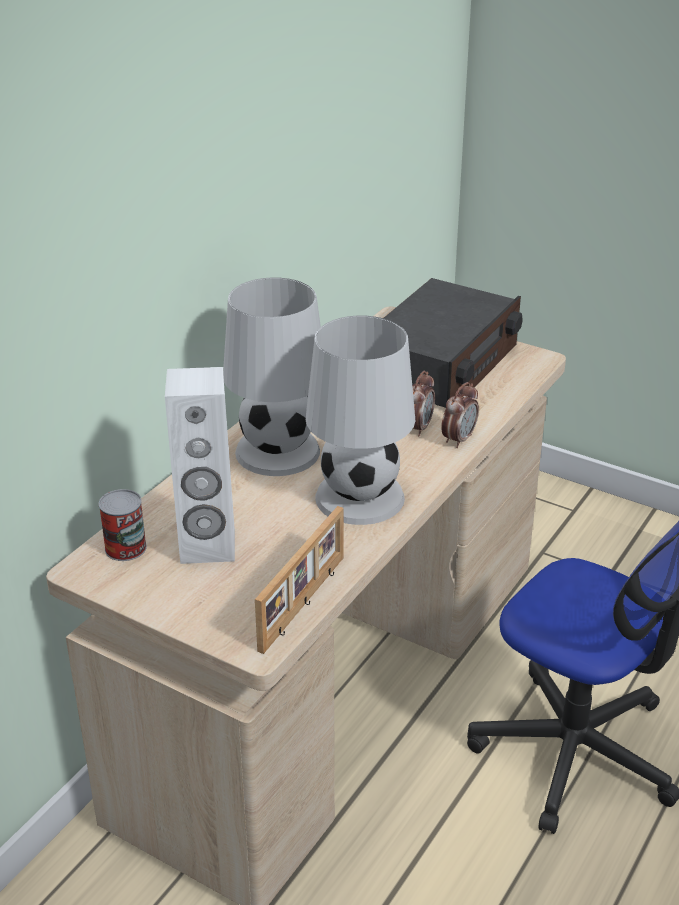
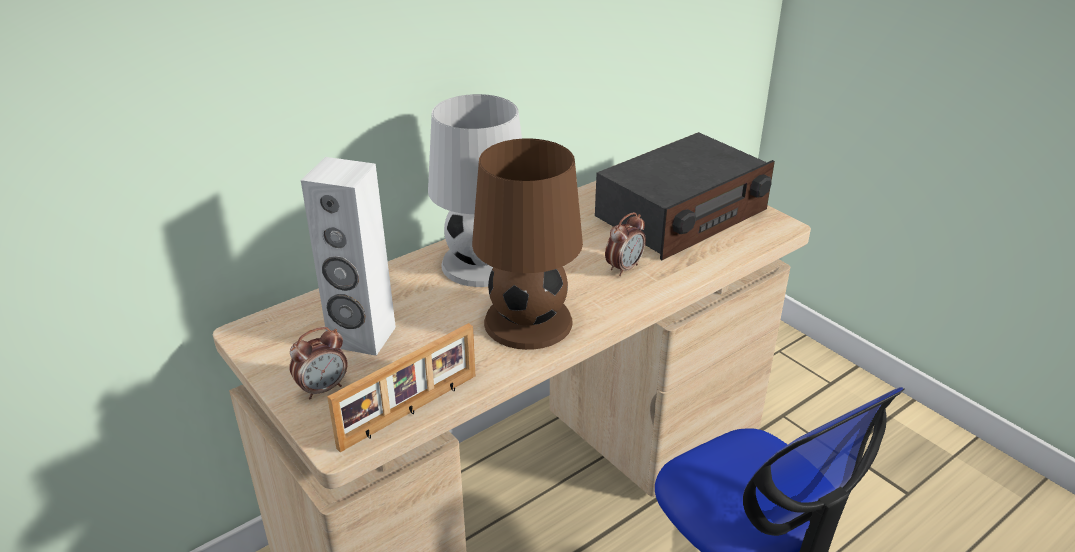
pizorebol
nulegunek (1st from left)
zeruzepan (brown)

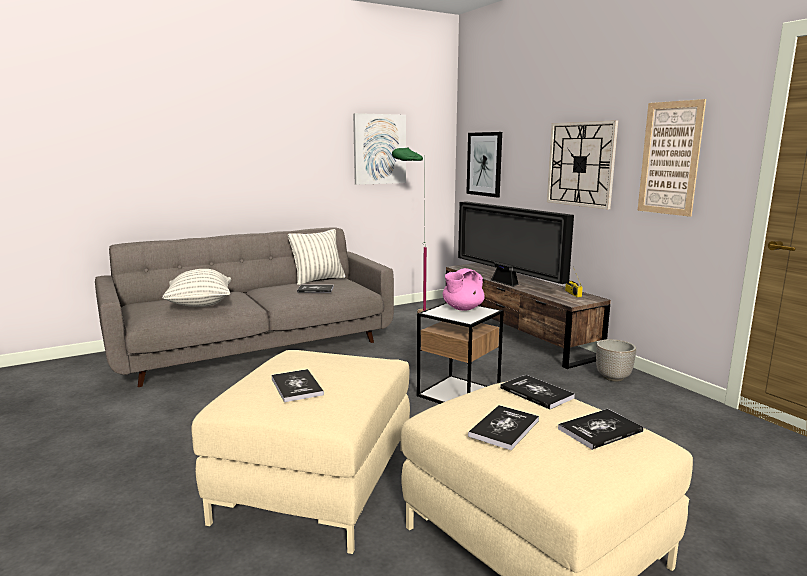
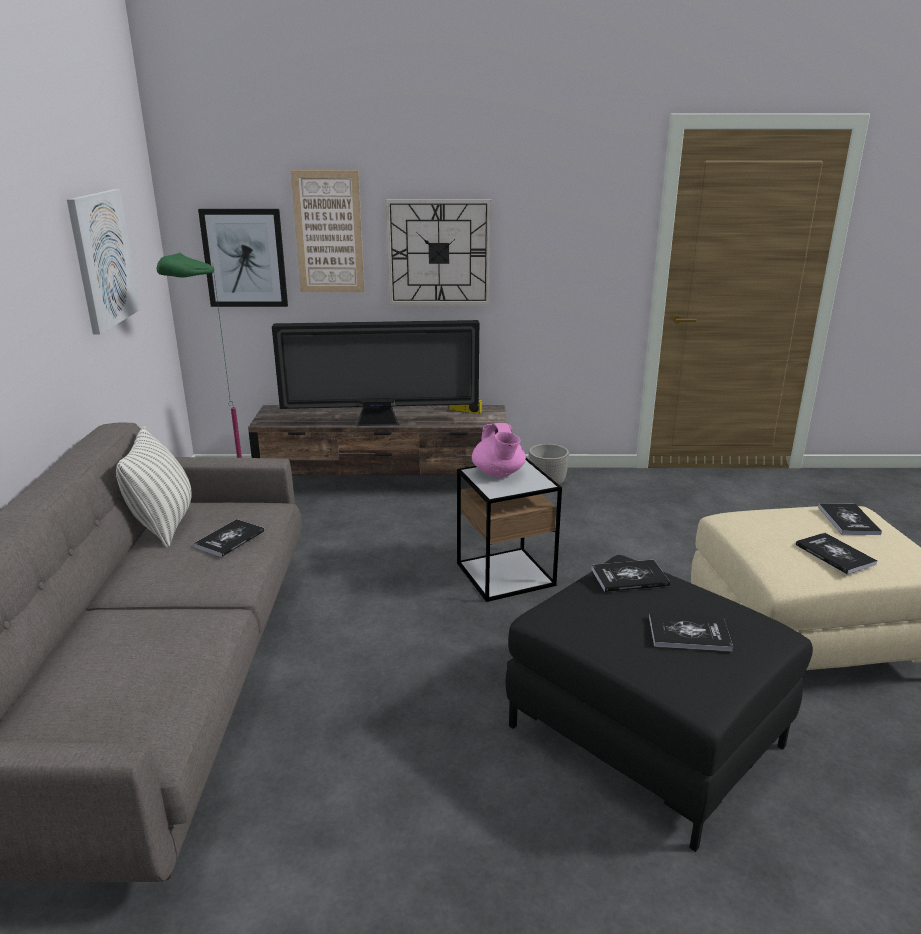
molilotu (1st from left in the first image)
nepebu (2nd from left)
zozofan (3rd from left)
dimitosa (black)

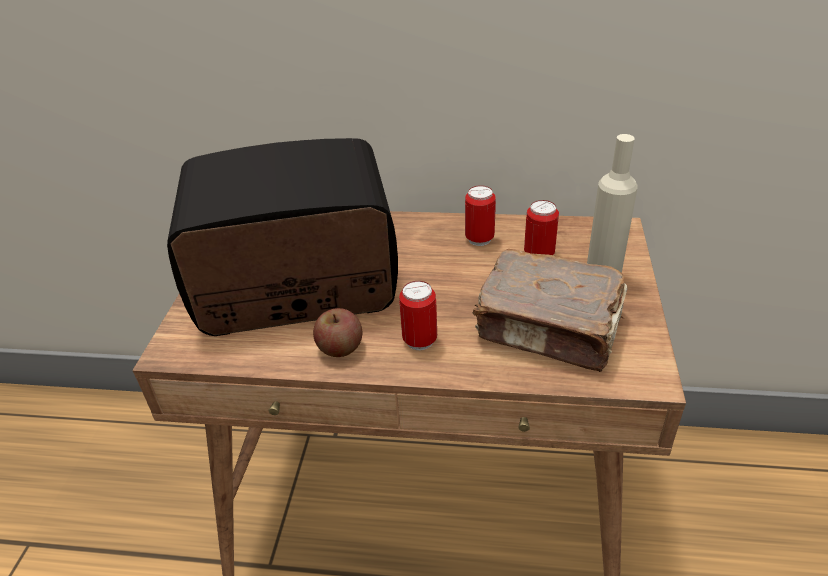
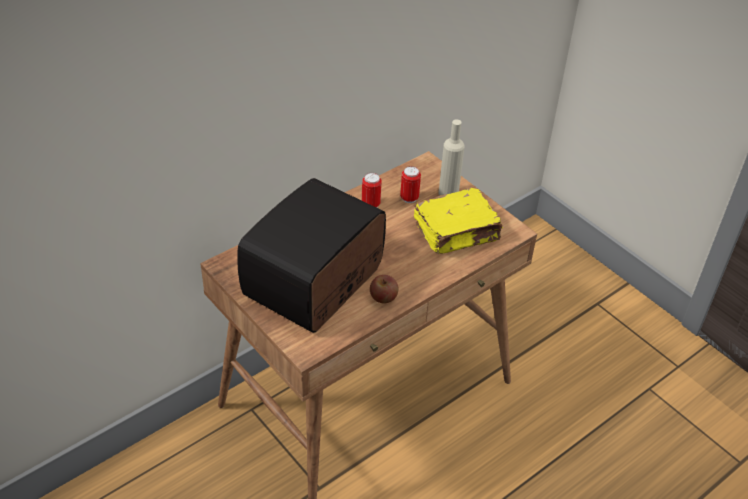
pizorebol (1st from left in the first image)
nepebu (yellow)

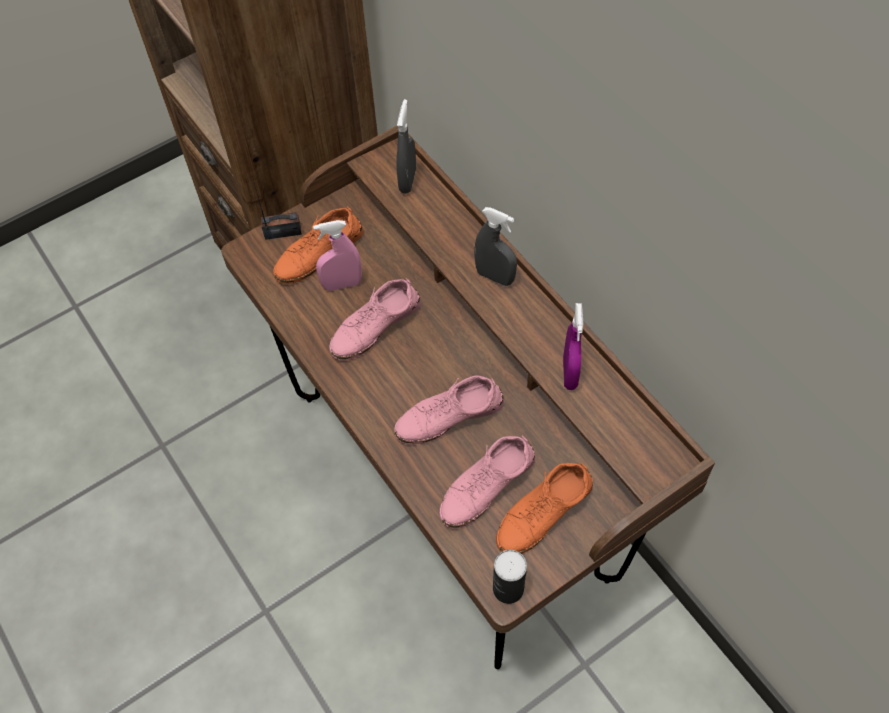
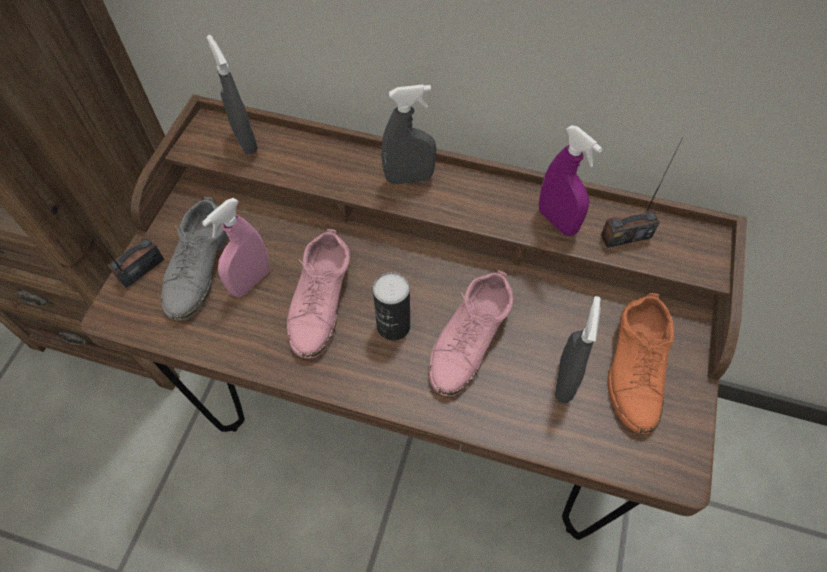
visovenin (2nd from left)
pizorebol
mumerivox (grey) (3rd from left)
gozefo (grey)

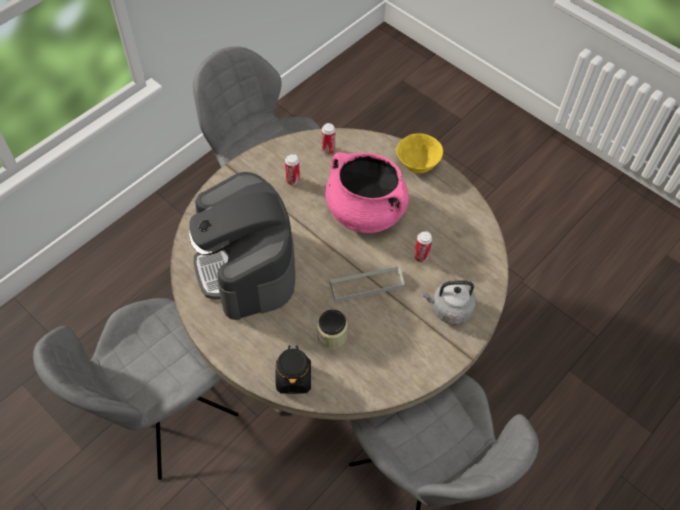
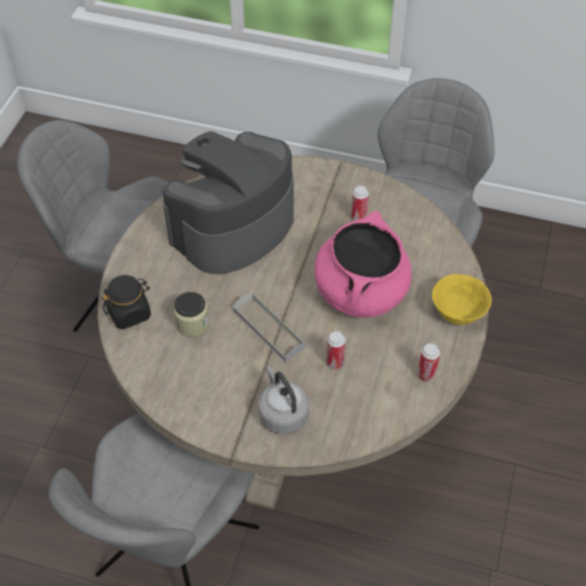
pizorebol (3rd from left)

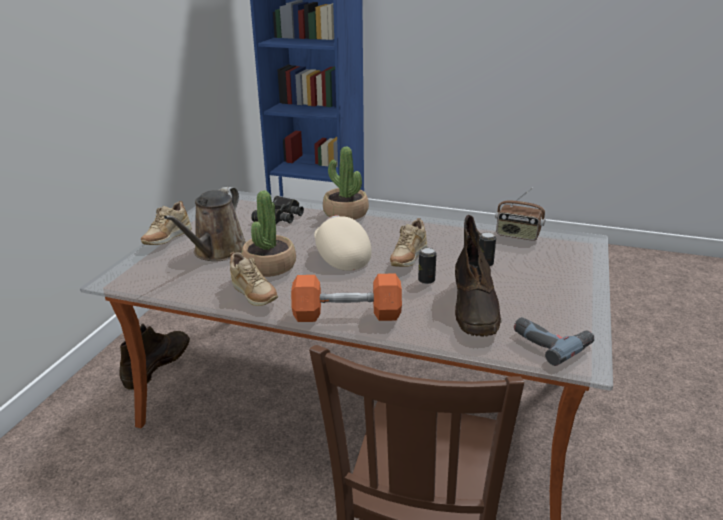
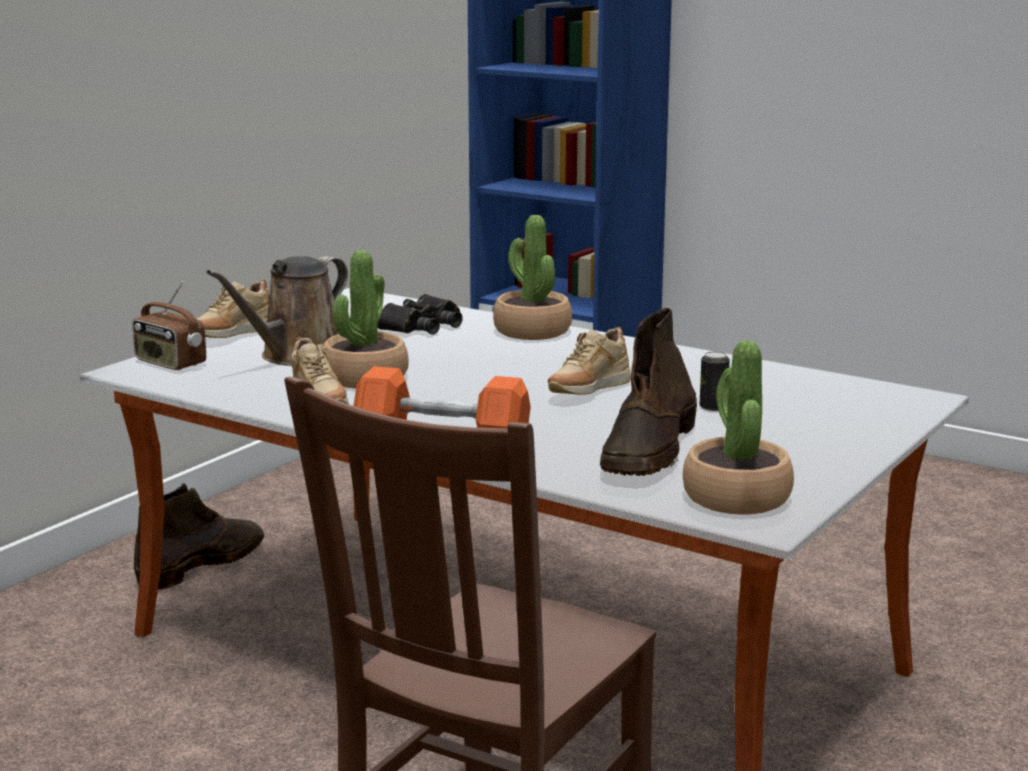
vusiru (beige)
pizorebol (1st from left in the first image)
visovenin
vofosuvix (3rd from left)

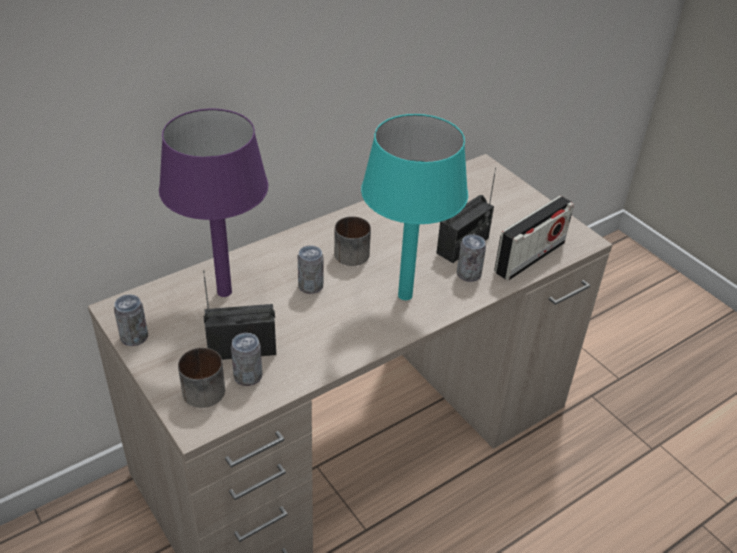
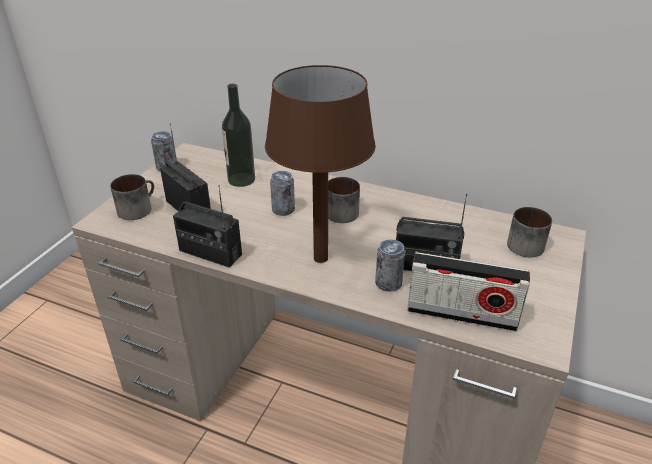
pizorebol (2nd from left in the first image)
visovenin (2nd from left)
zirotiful (3rd from left)
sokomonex
zeruzepan (brown)

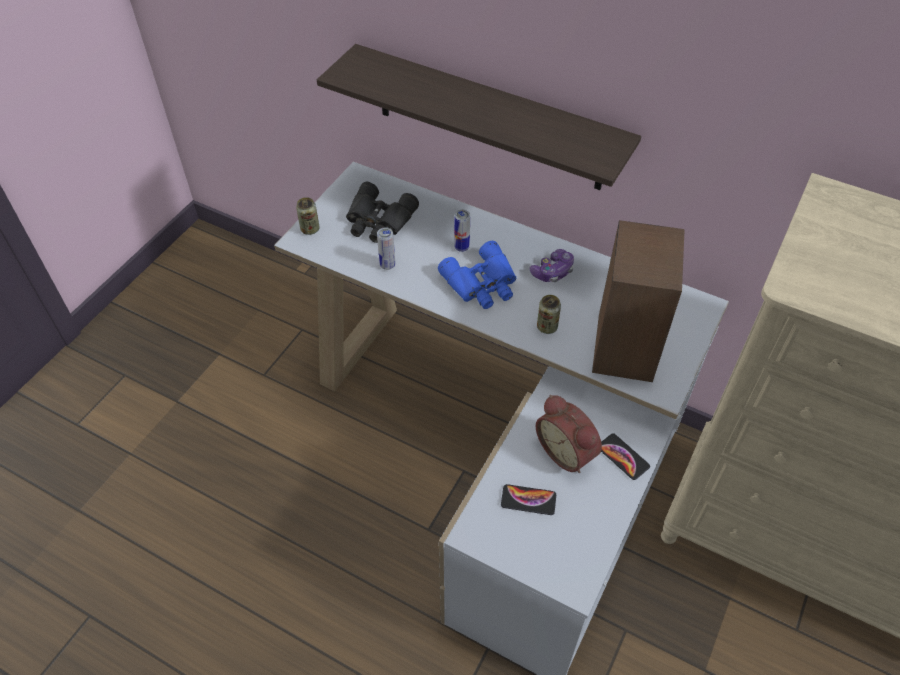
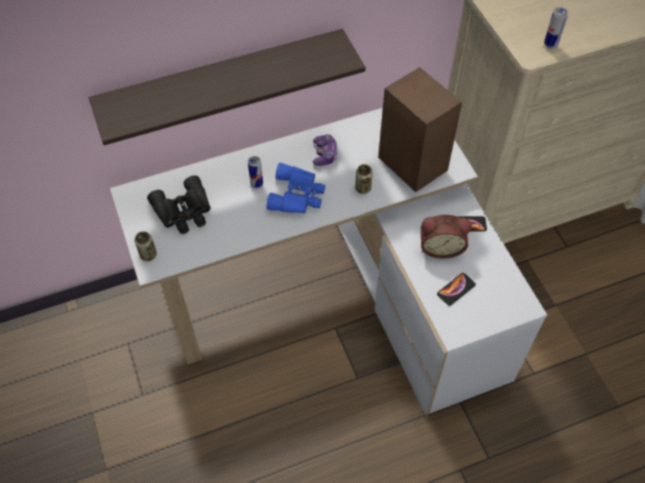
pizorebol (4th from left)

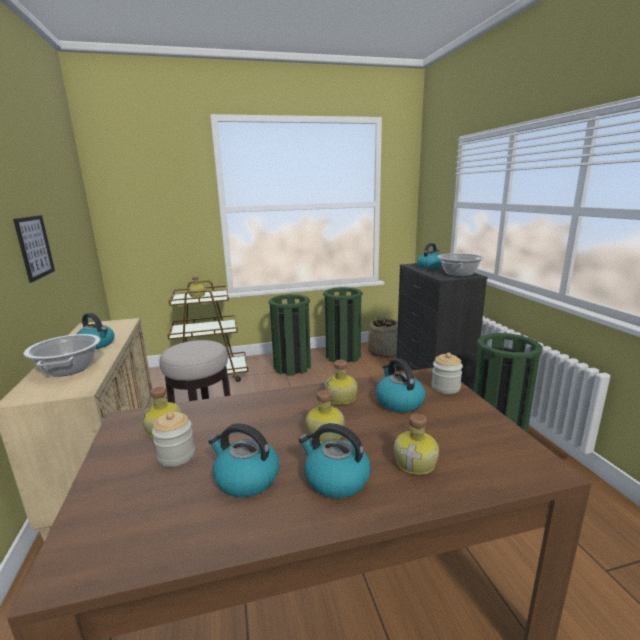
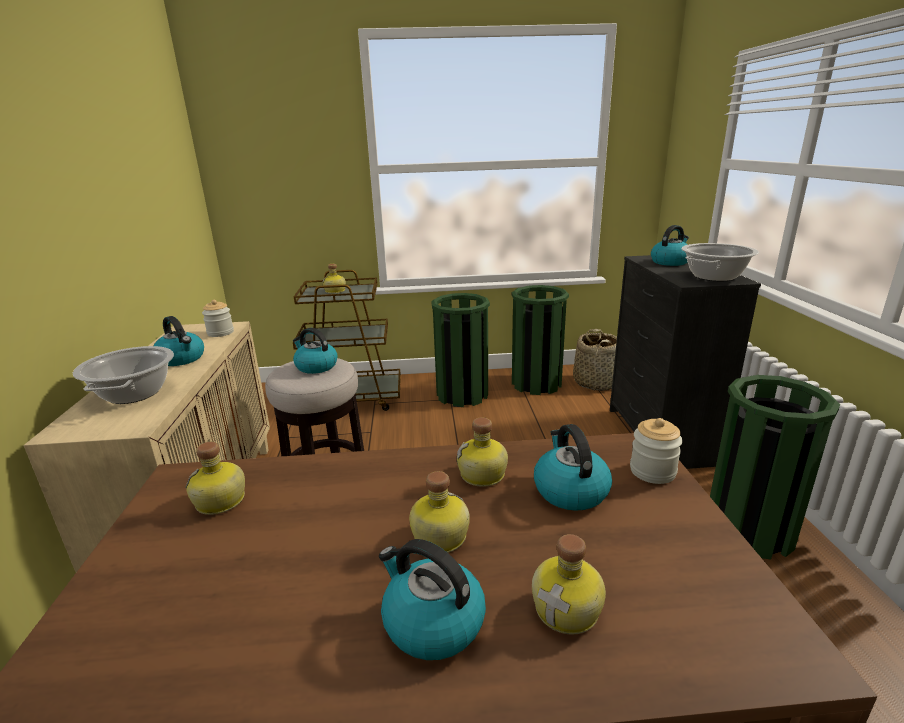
zozofan
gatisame (1st from left)
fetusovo (2nd from left)

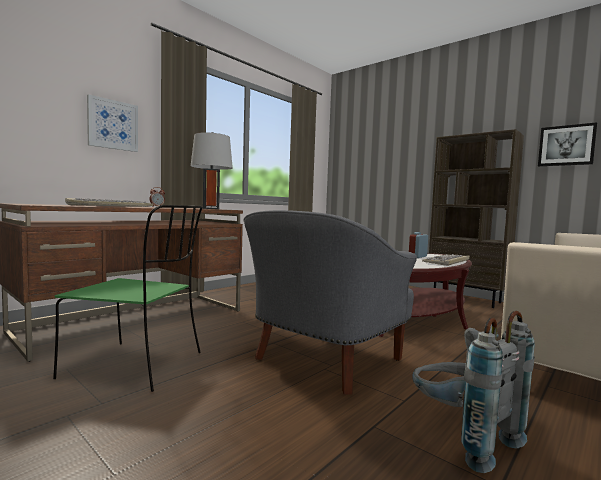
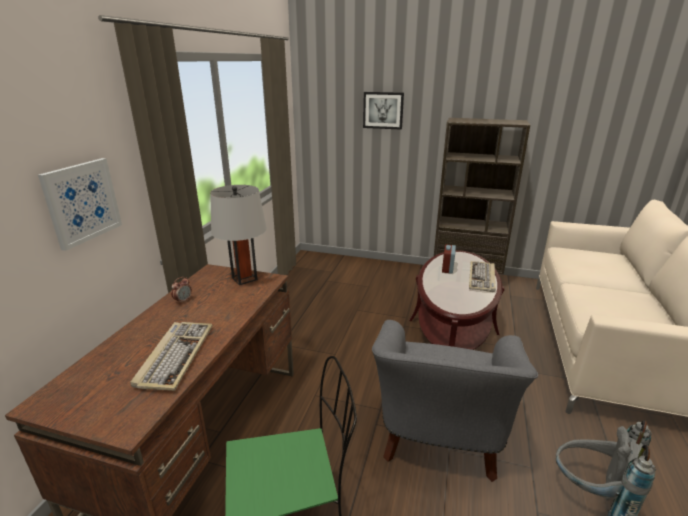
zozofan (2nd from left)

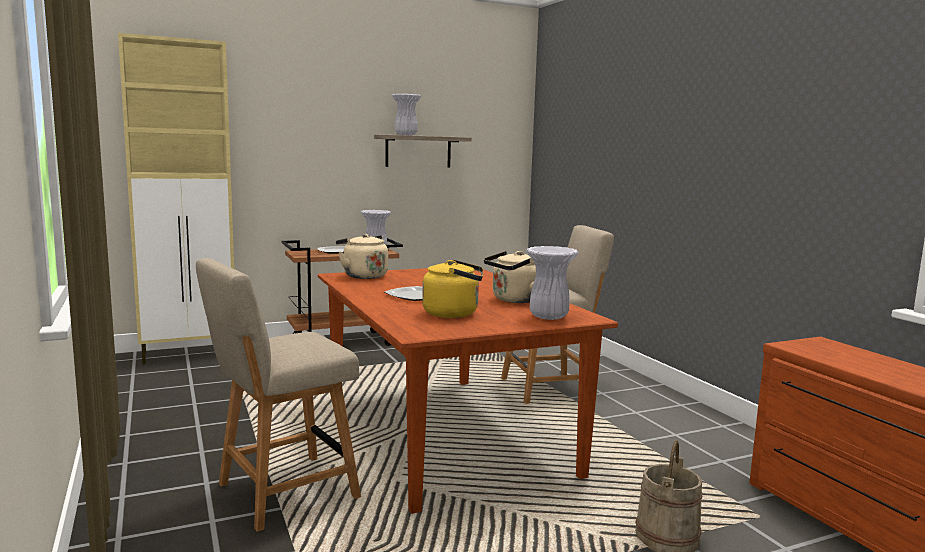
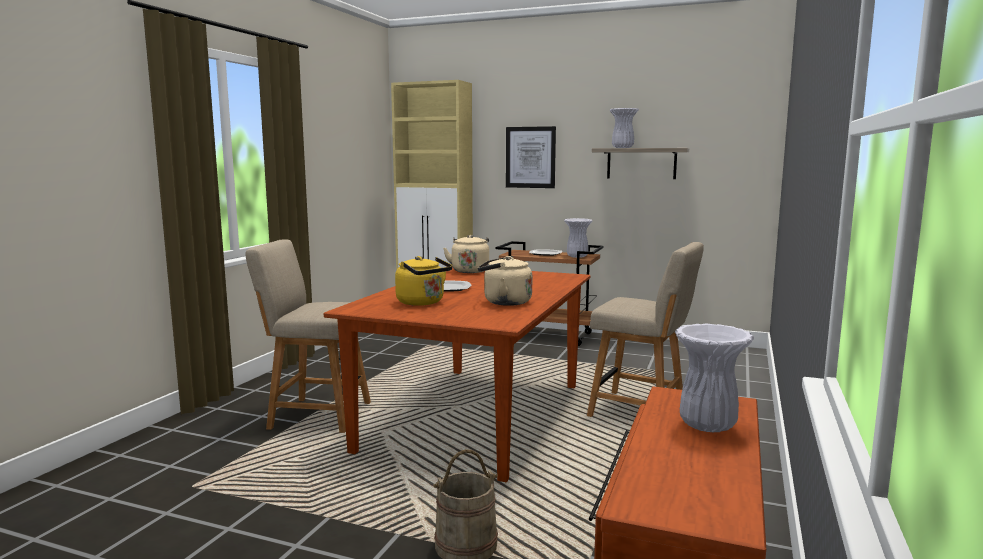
zozofan
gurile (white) (3rd from left)

